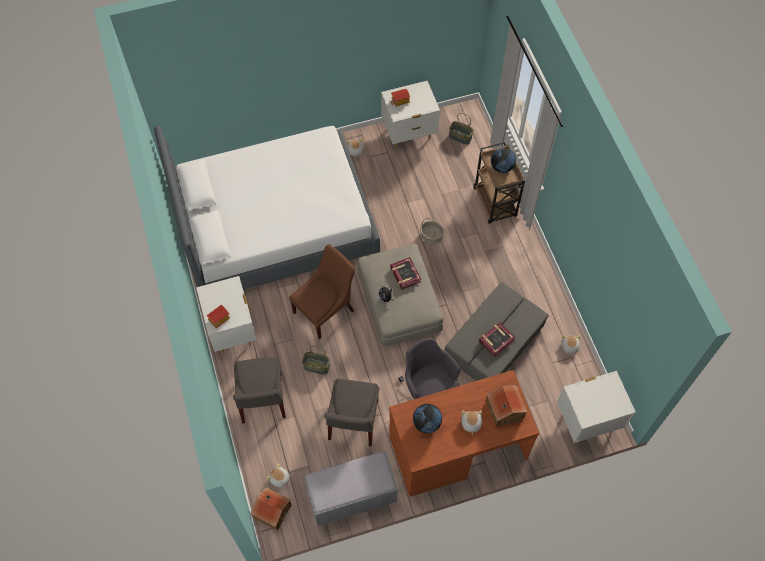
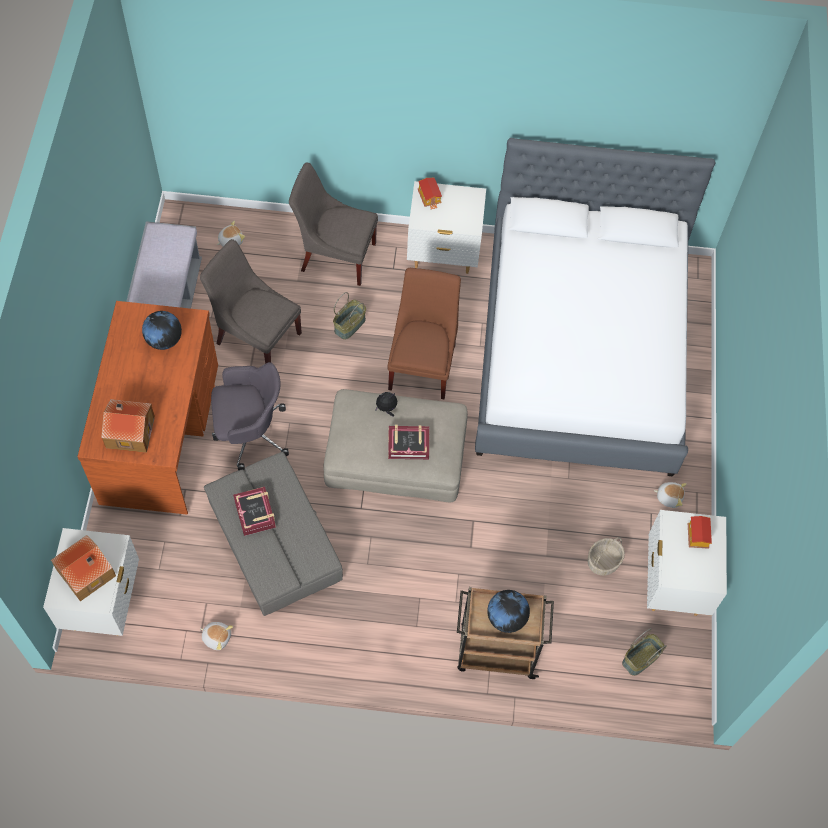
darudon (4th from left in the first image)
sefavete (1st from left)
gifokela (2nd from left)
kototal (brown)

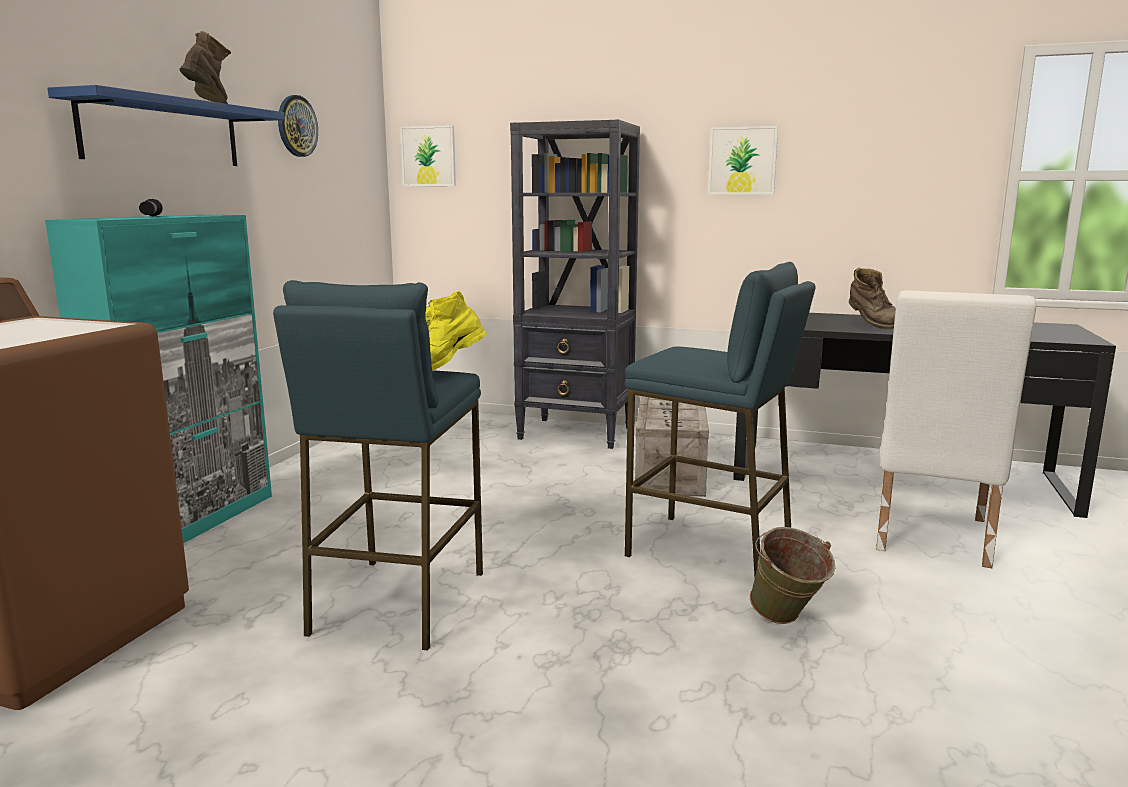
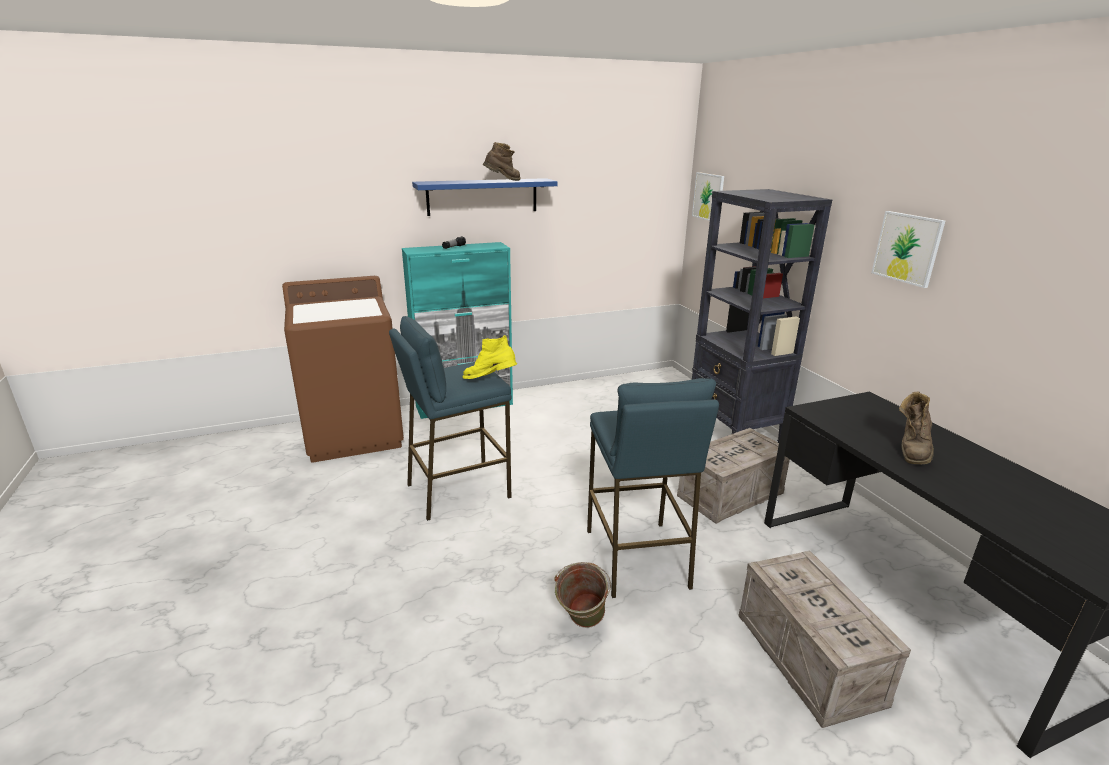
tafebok
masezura (2nd from left)

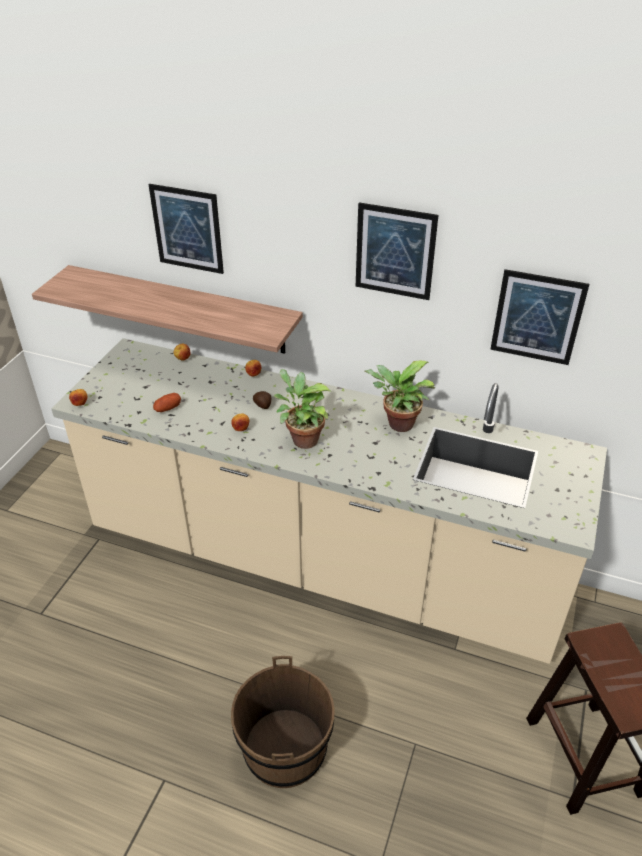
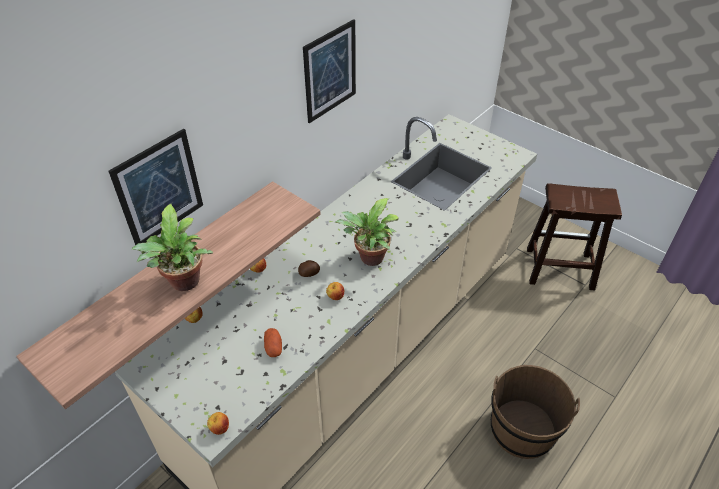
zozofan (3rd from left in the first image)
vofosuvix (1st from left)

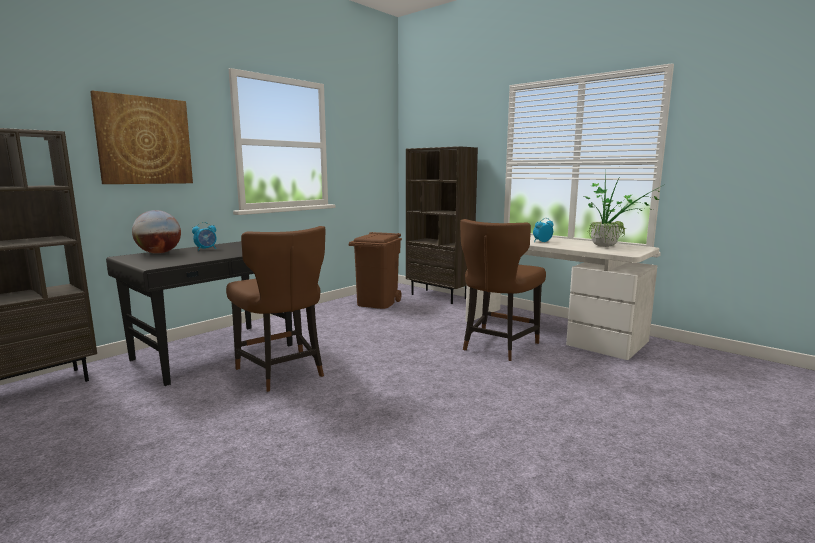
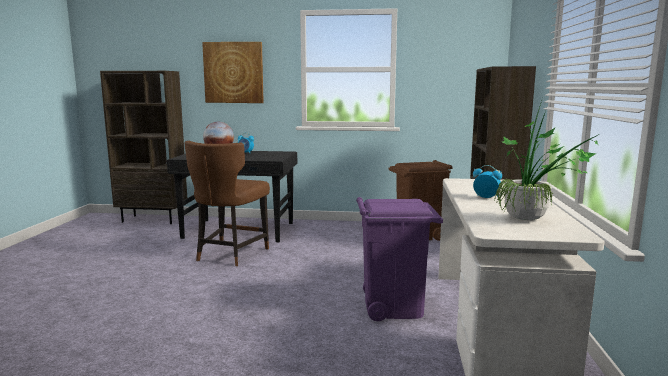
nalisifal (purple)

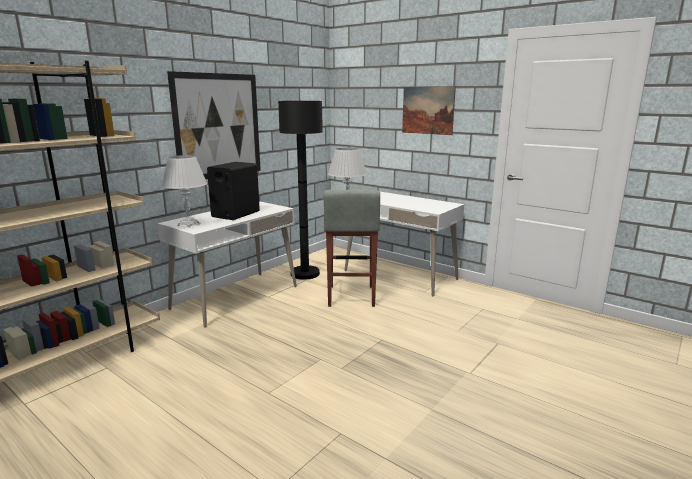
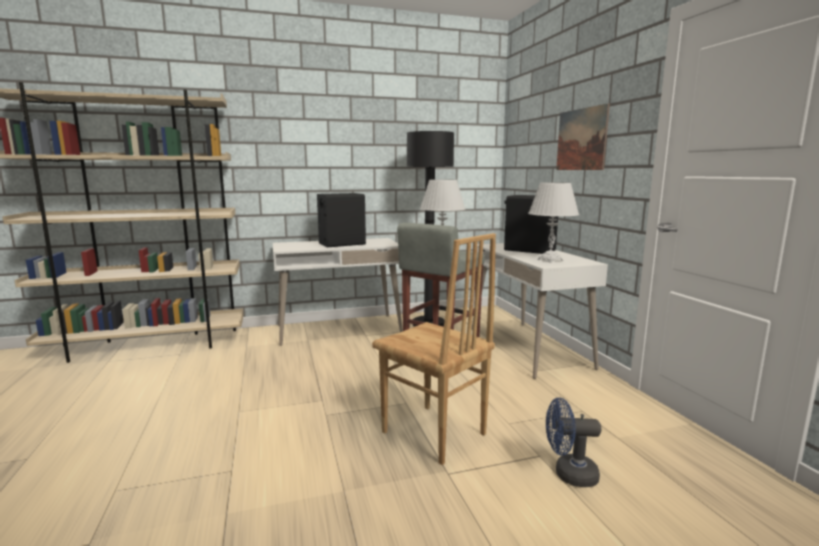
zozofan (1st from left in the first image)
kototal (brown)
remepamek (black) (2nd from left)
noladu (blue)
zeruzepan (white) (2nd from left)

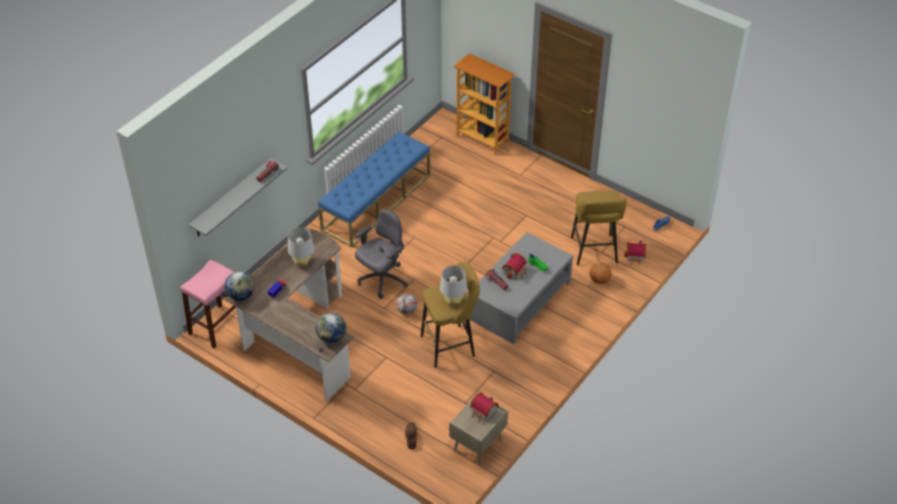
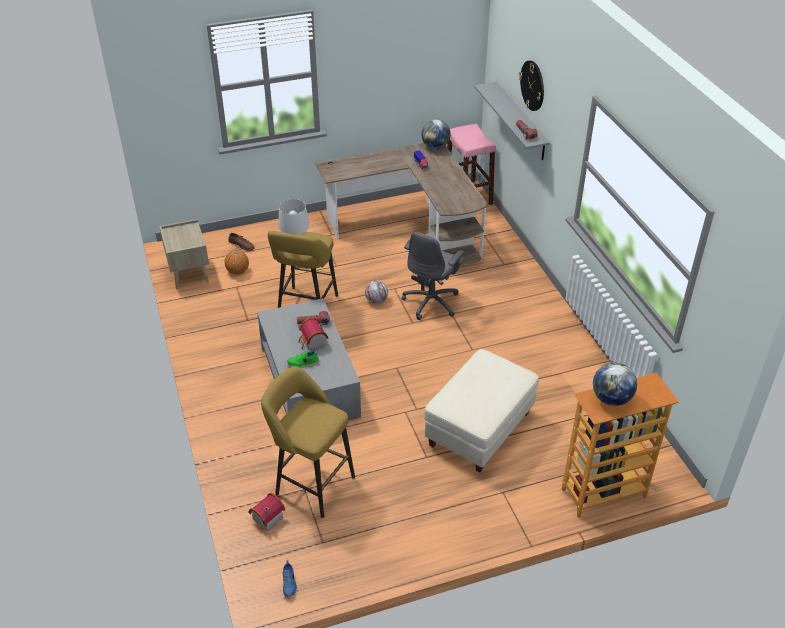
zeruzepan (grey) (1st from left in the first image)
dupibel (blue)
sefavete (1st from left in the first image)
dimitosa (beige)
tafebok
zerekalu (2nd from left)
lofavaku
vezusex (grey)

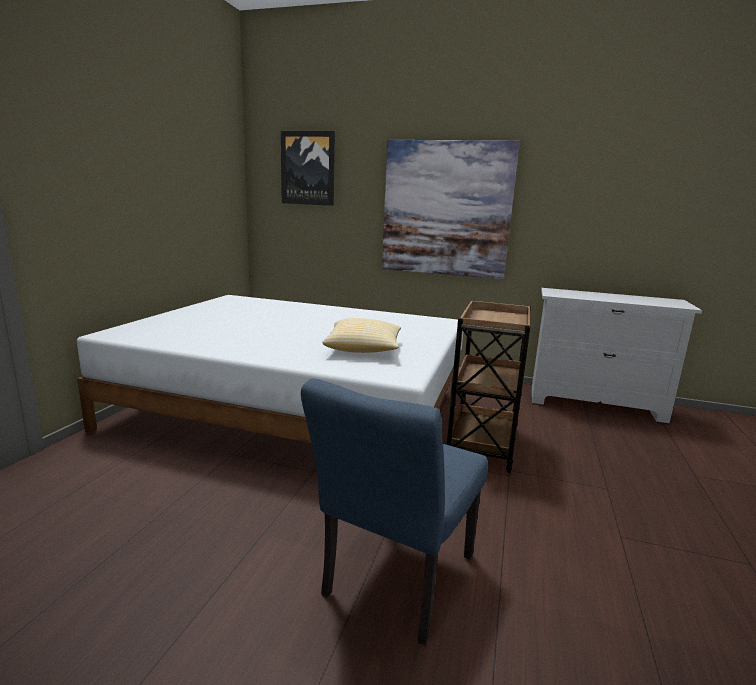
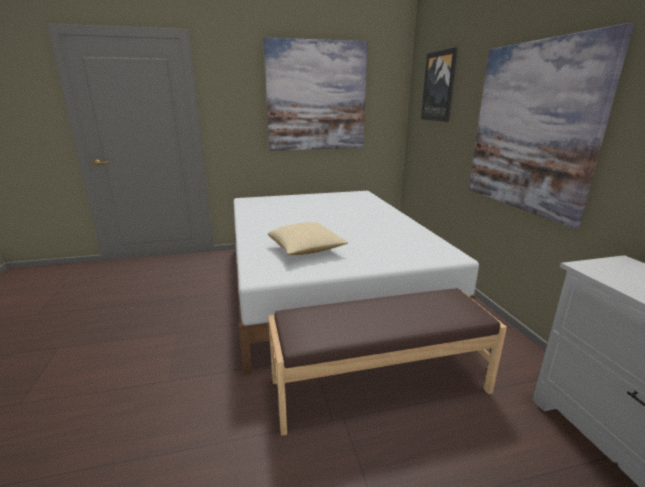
kototal (blue)
zozofan (1st from left)
dupibel (brown)

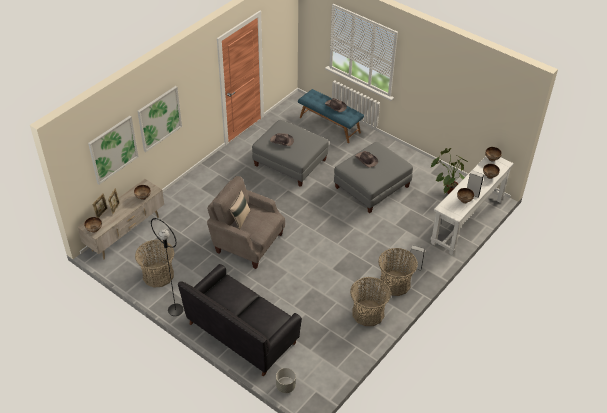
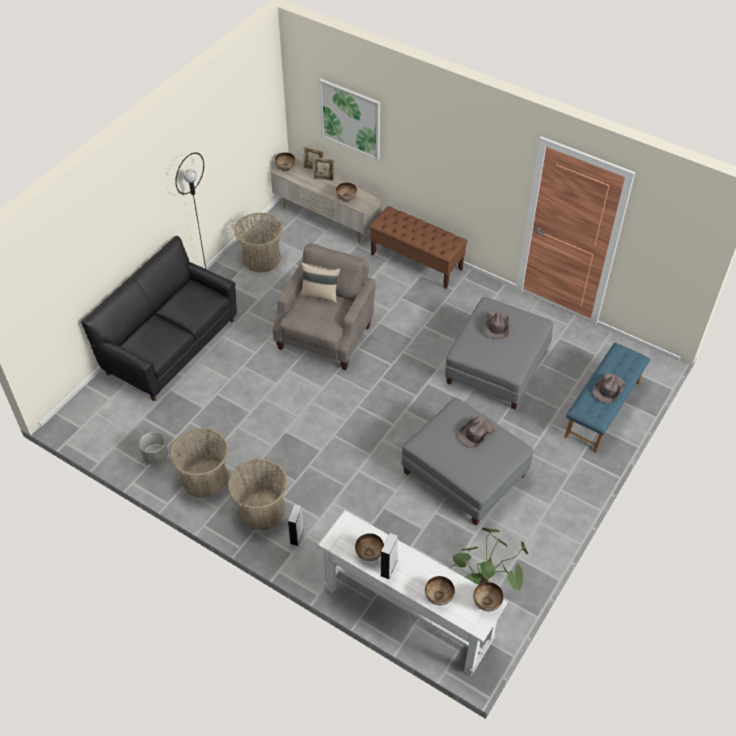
zozofan (2nd from left in the first image)
dupibel (brown)
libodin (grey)

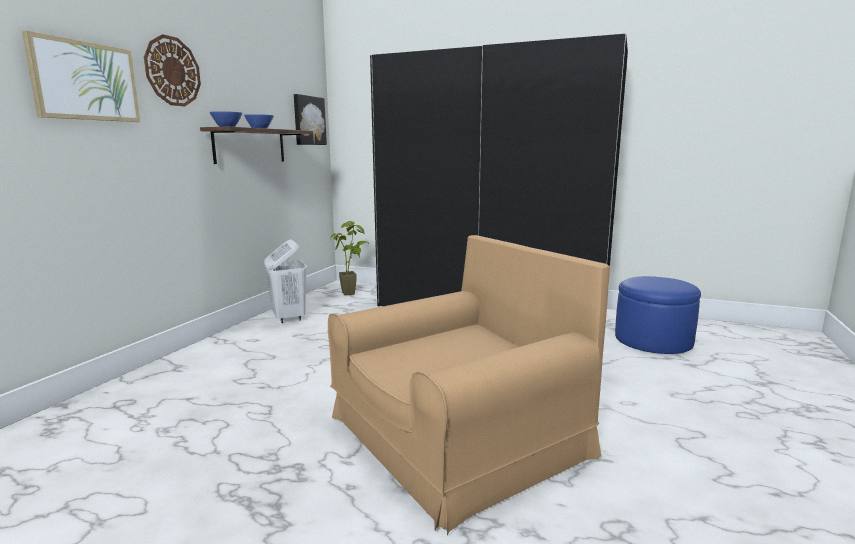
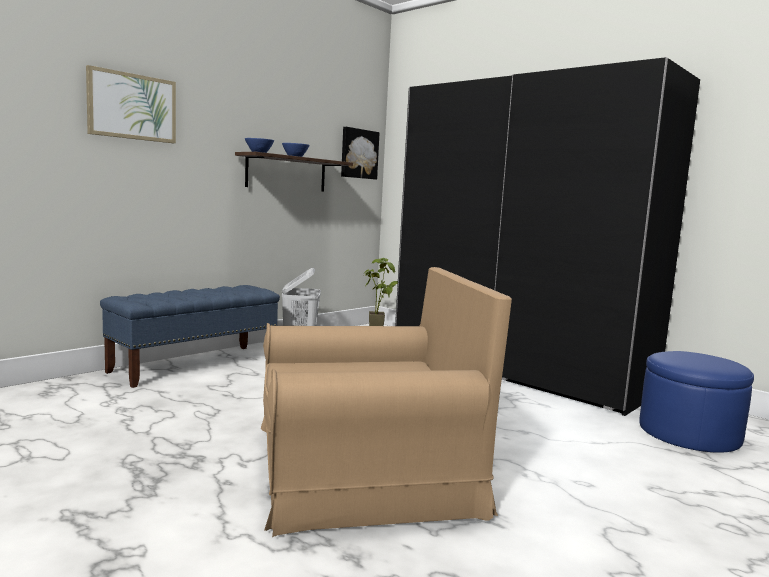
tafebok
dupibel (blue)

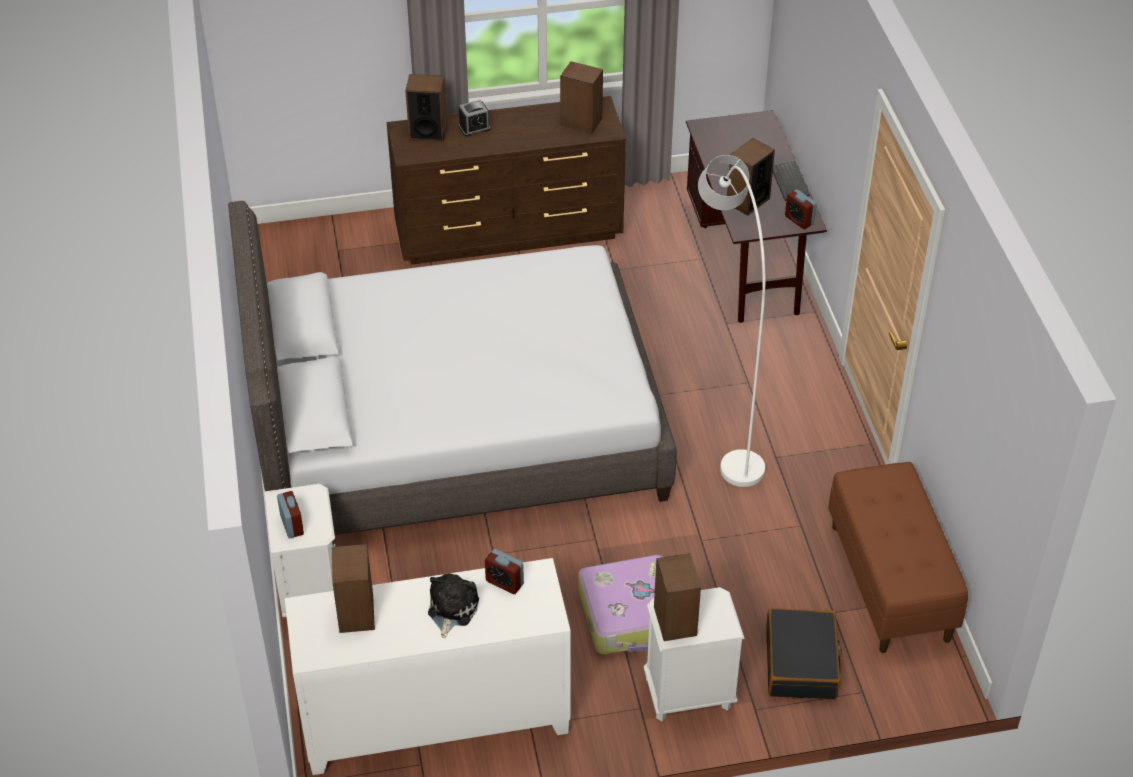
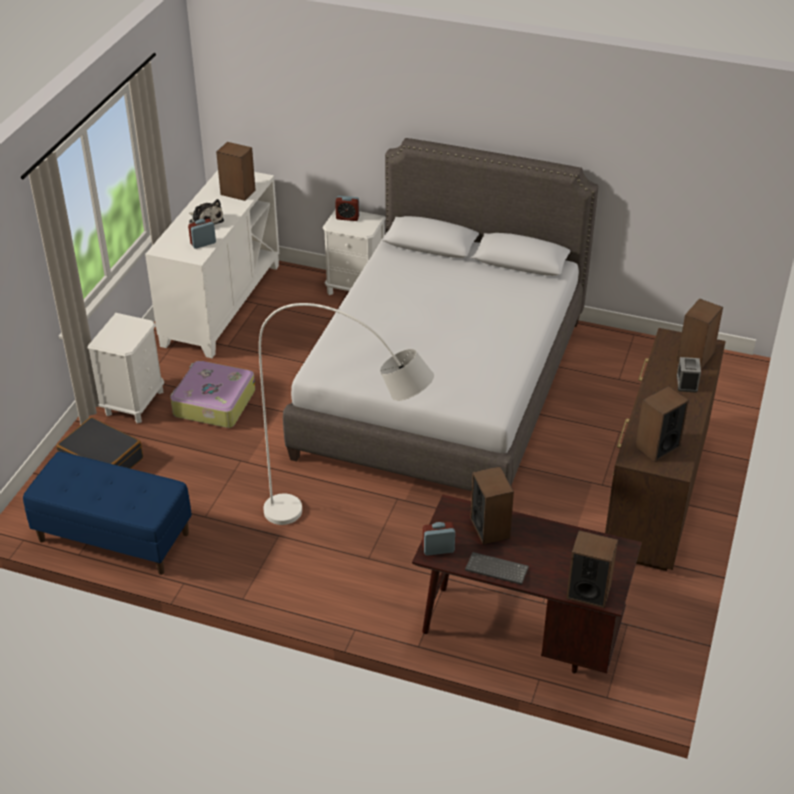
remepamek (3rd from left)
dupibel (blue)

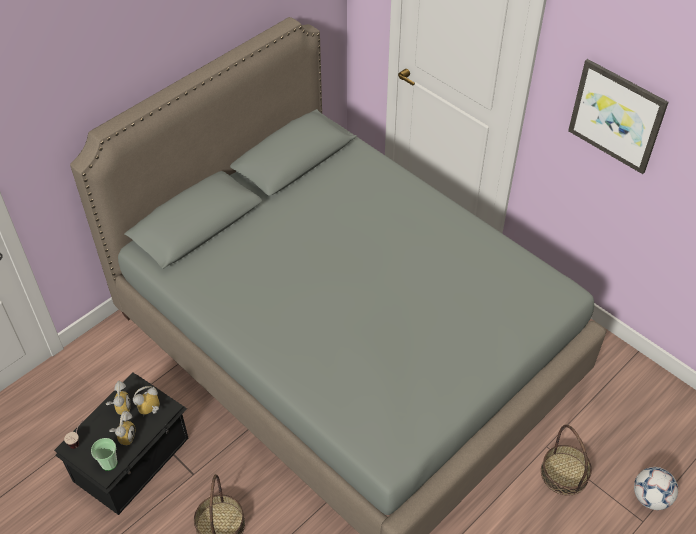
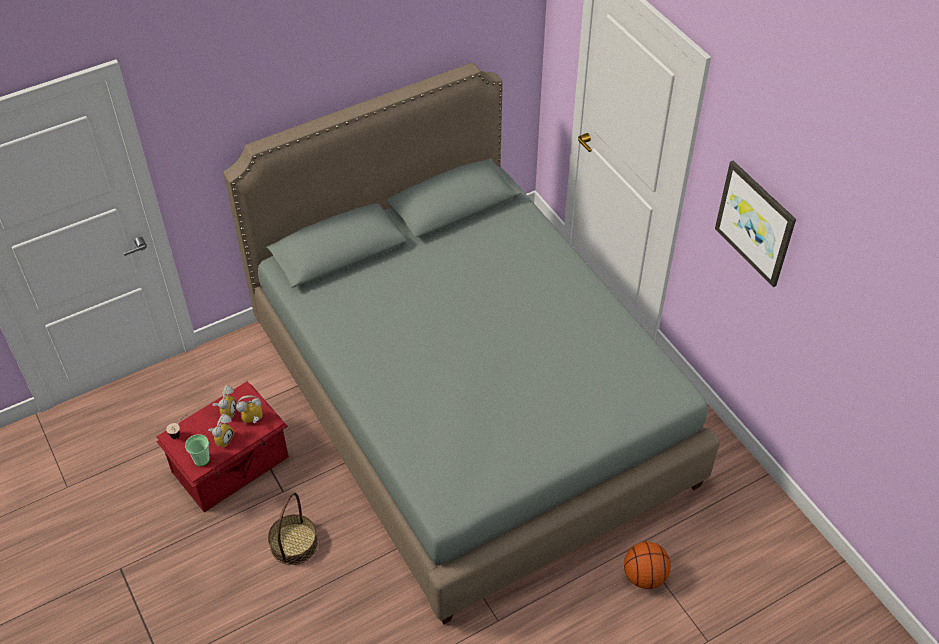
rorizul
lofavaku
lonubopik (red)

